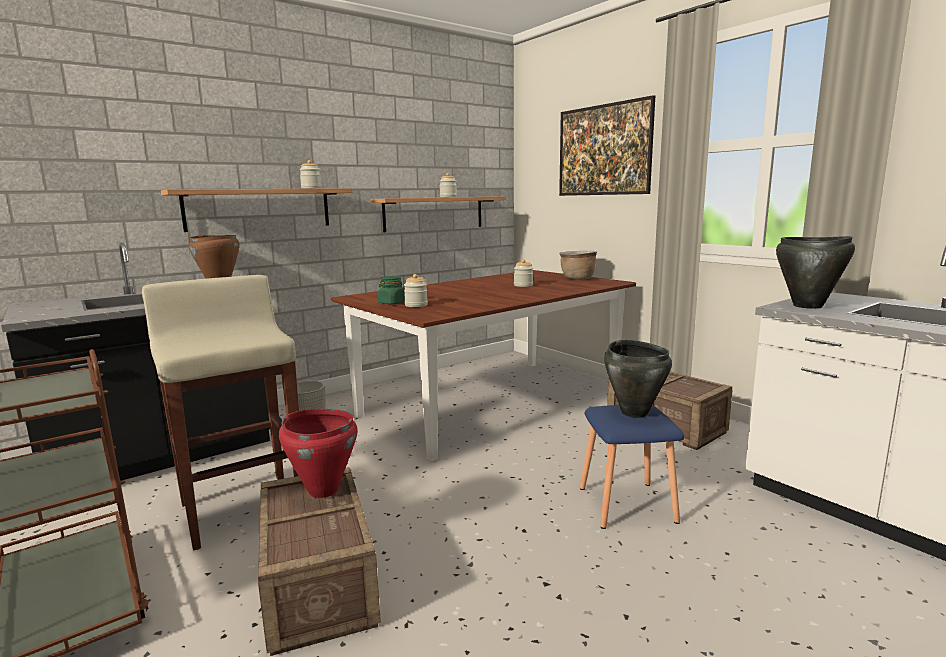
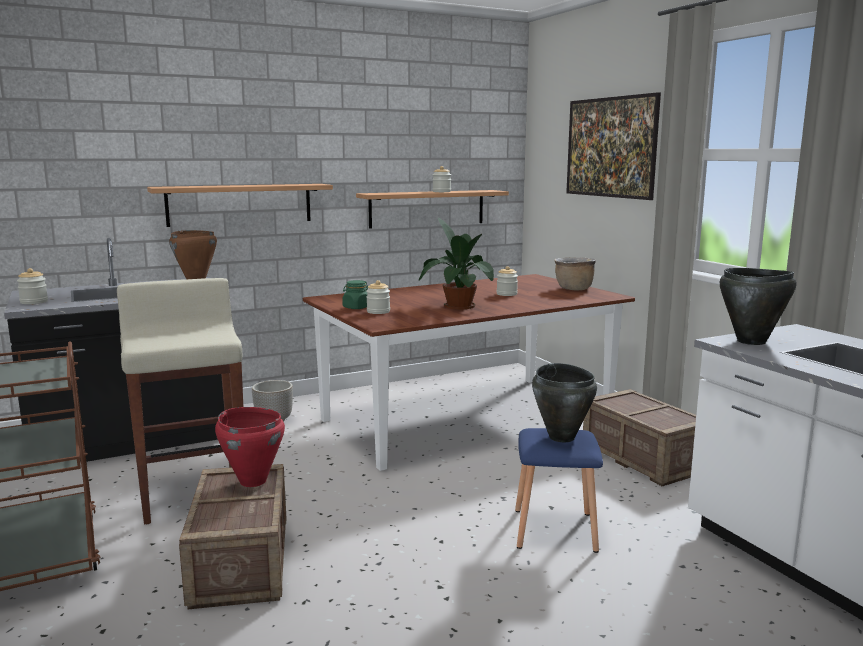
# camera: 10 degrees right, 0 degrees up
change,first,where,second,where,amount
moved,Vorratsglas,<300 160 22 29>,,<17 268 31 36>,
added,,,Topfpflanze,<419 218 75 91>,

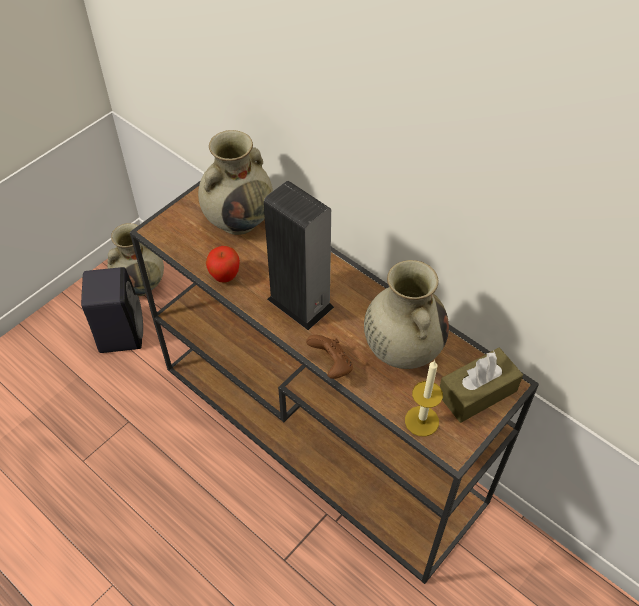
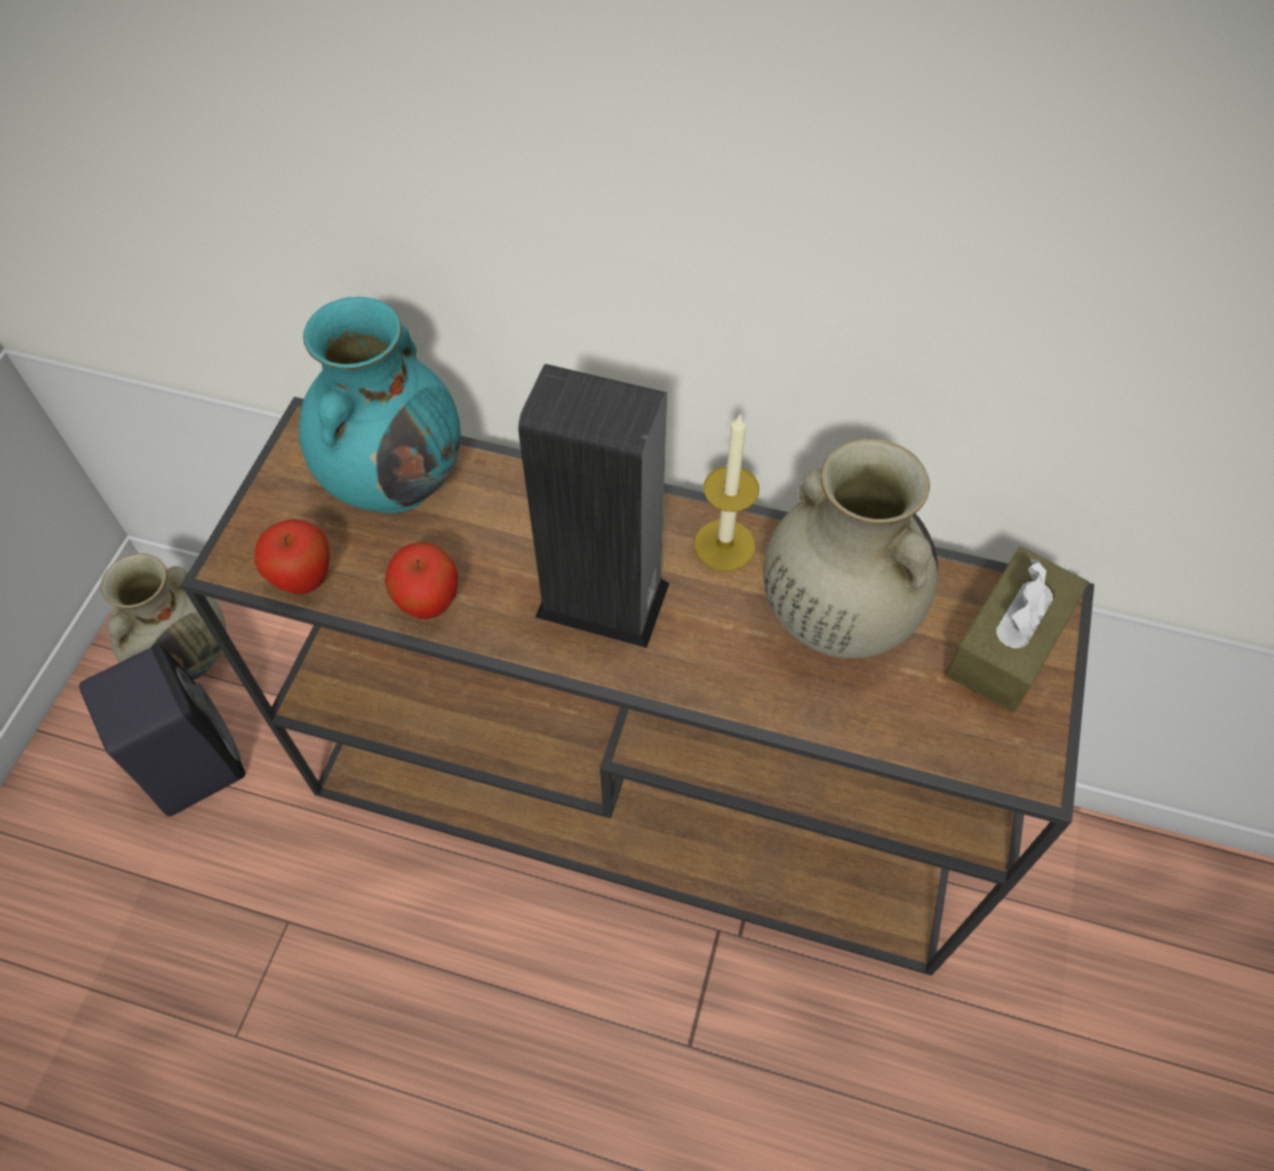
# camera: 25 degrees left, 5 degrees up
change,first,where,second,where,amount
recoloured,Vase (beige),<198 130 75 105>,Vase (türkis),<299 297 162 216>,
removed,Gamepad (braun),<306 335 47 44>,,,
moved,Kerze,<405 360 38 77>,,<694 413 65 158>,
added,,,Apfel,<254 519 76 75>,

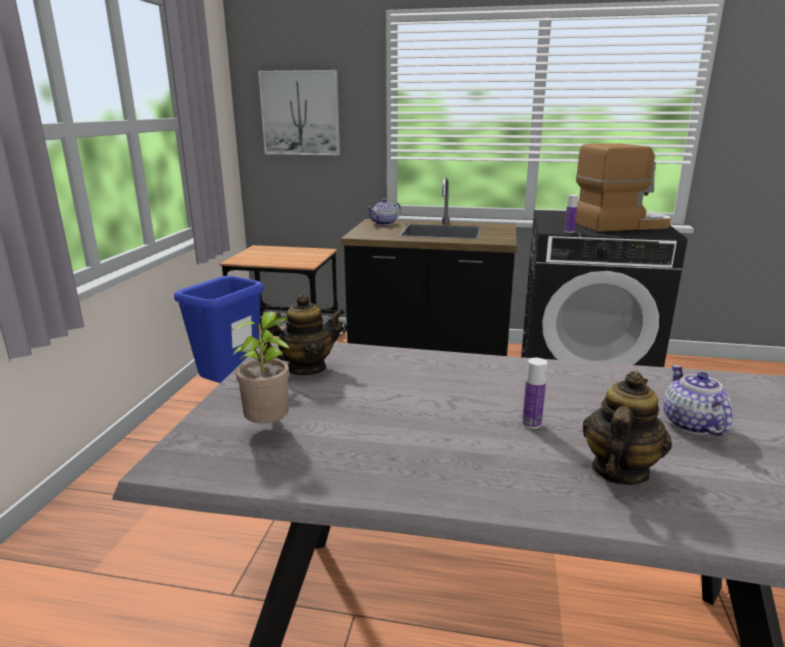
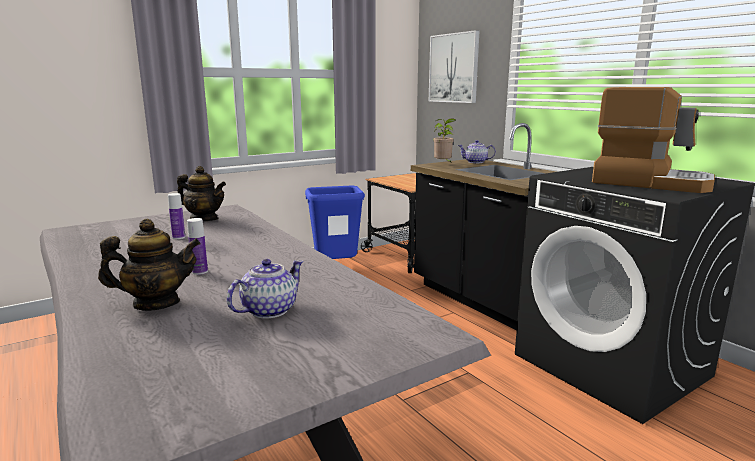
# camera: 45 degrees right, 5 degrees down
change,first,where,second,where,amount
moved,Flasche,<564 195 14 38>,,<168 193 17 46>,
moved,Topfpflanze,<232 311 58 112>,,<434 118 22 45>,

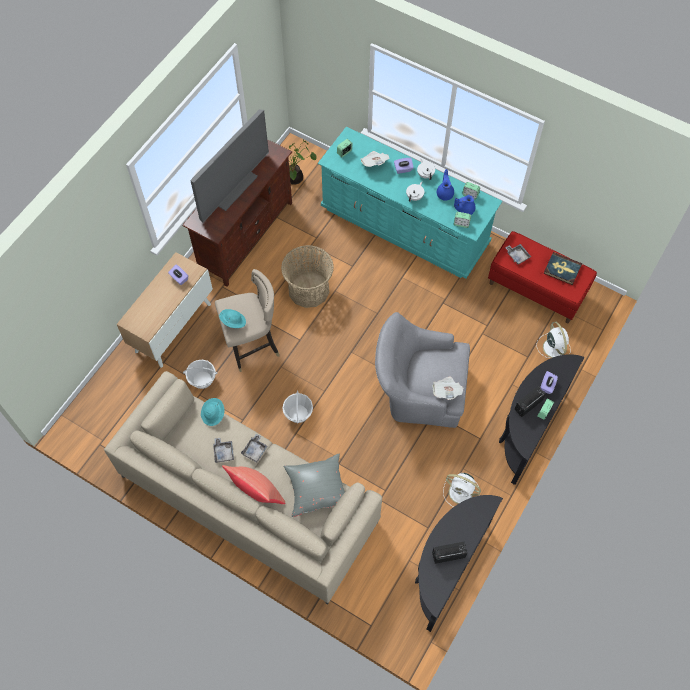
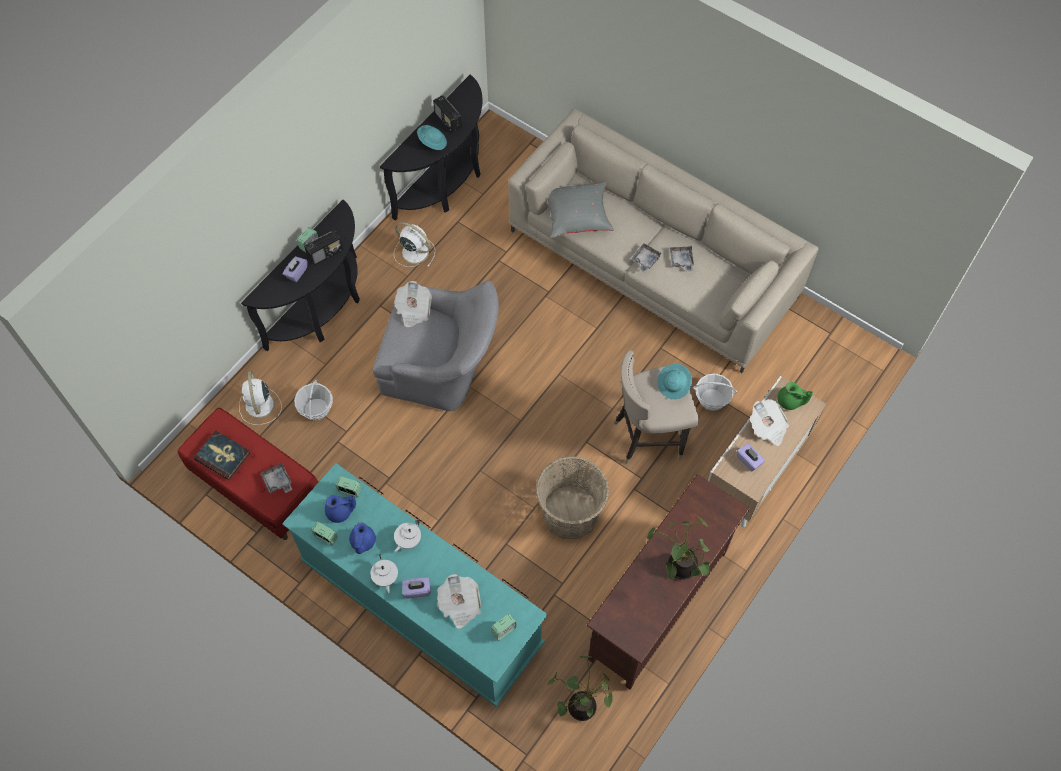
# camera: 175 degrees left, 0 degrees up
change,first,where,second,where,amount
replaced,Fernseher,<190 109 79 114>,Topfpflanze,<646 516 63 64>,
moved,Korb,<282 390 31 33>,,<294 380 39 40>,
moved,Hut (türkis),<201 398 23 28>,,<417 125 30 25>,
removed,Kissen (rot),<222 465 63 39>,,,
turned,Radio,<432 542 35 22>,,<433 95 29 38>,60 degrees clockwise
added,,,Teekanne (grün),<777 382 36 28>,
added,,,Zeitung,<750 399 39 47>,

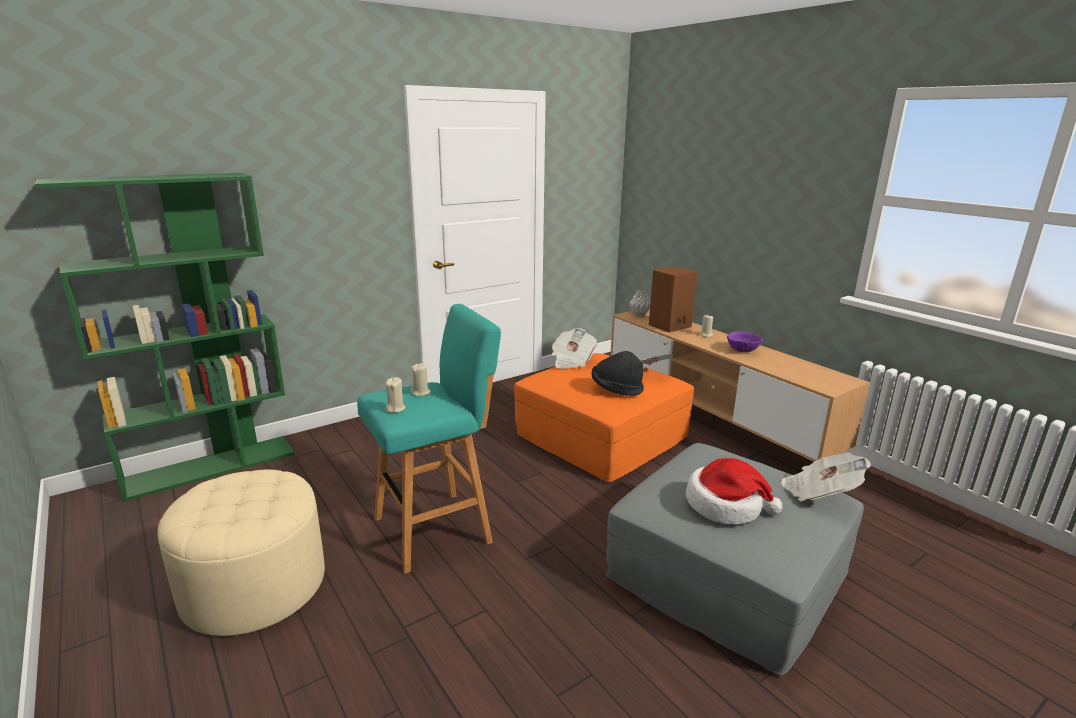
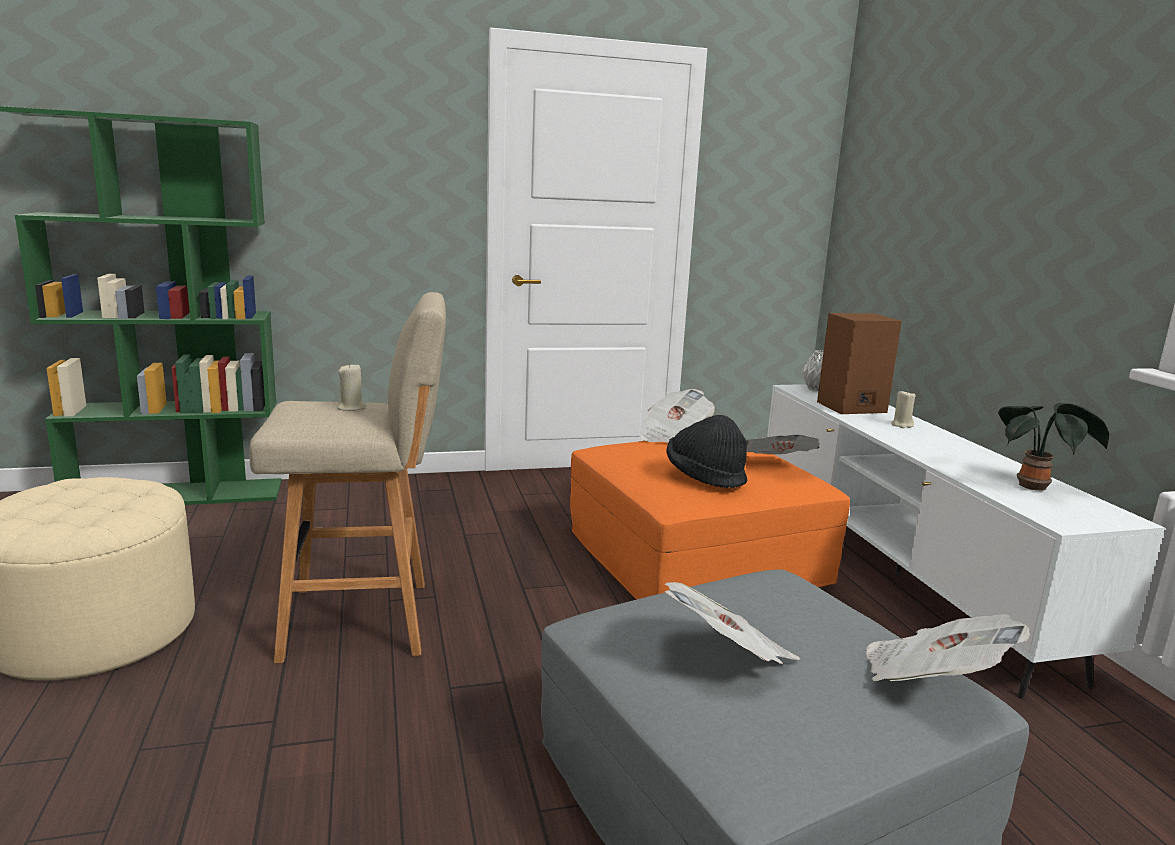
# camera: 20 degrees right, 5 degrees down
change,first,where,second,where,amount
recoloured,Hocker (türkis),<357 304 144 270>,Hocker (beige),<249 292 197 371>,
recoloured,Fernsehschrank (braun),<610 309 260 155>,Fernsehschrank (weiß),<767 384 398 315>,
removed,Schüssel (lila),<727 331 36 21>,,,
removed,Kerze (beige),<385 377 21 36>,,,
replaced,Hut,<686 458 96 66>,Zeitung,<665 582 135 82>,
added,,,Topfpflanze,<998 403 111 88>,

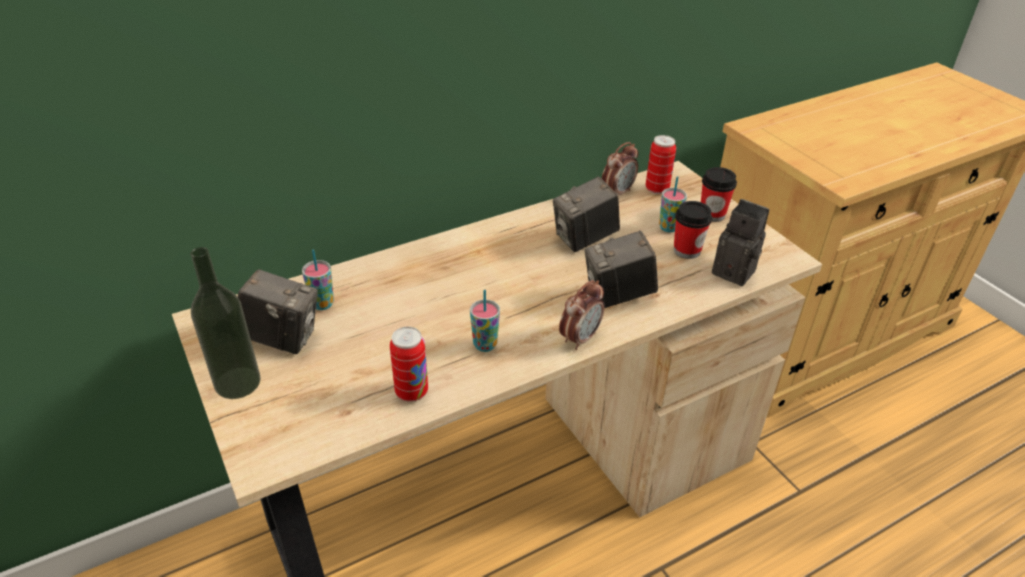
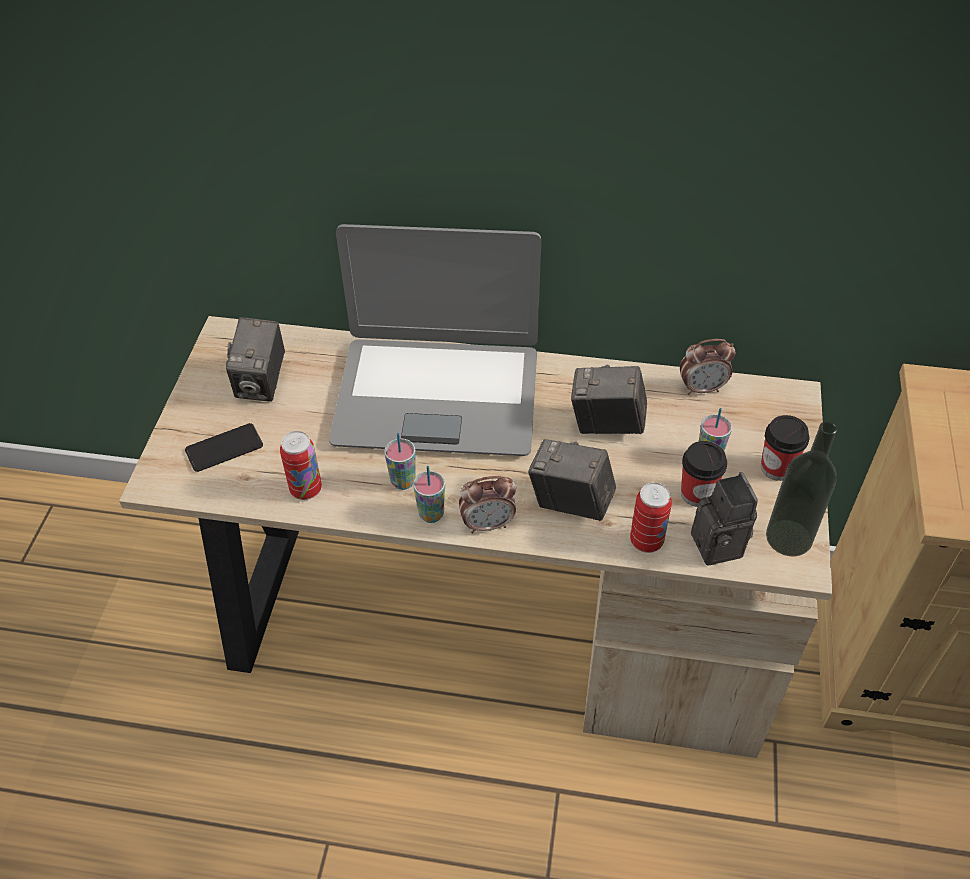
# camera: 40 degrees right, 10 degrees up
change,first,where,second,where,amount
moved,Dose,<646 135 30 59>,,<630 482 42 71>,
moved,Flasche,<190 247 71 152>,,<766 421 71 135>,
moved,Tasse,<302 249 32 61>,,<413 466 32 57>,
turned,Kamera,<238 269 80 85>,,<226 317 59 85>,45 degrees clockwise
added,,,Laptop,<329 224 212 232>,
added,,,Handy,<185 423 78 49>,

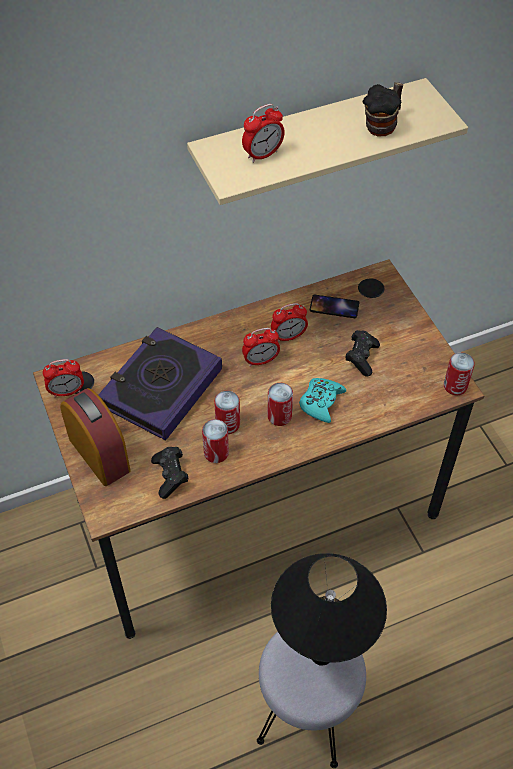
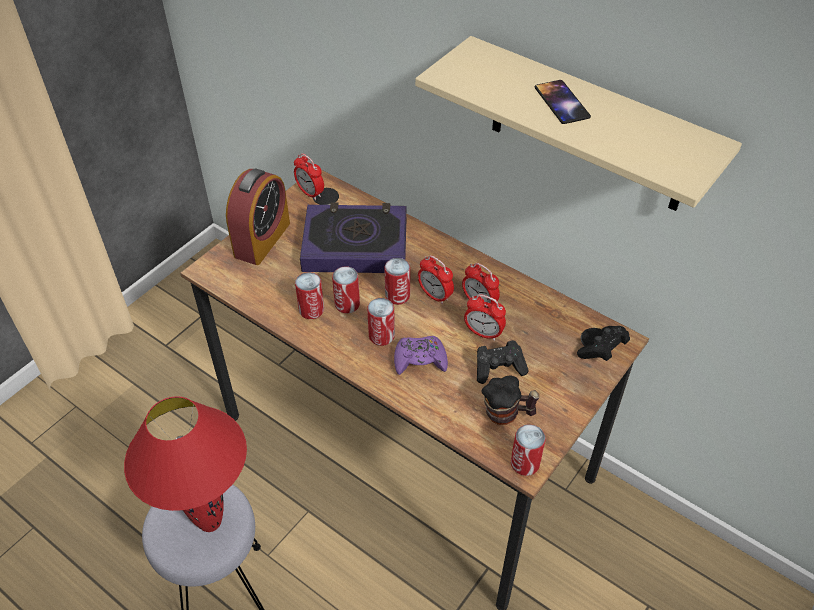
# camera: 60 degrees right, 5 degrees down
change,first,where,second,where,amount
moved,Henkelbecher,<363 82 40 54>,,<482 375 57 50>,
moved,Wecker,<242 104 43 59>,,<464 294 42 47>,
moved,Handy,<310 294 49 24>,,<535 80 56 44>,
recoloured,Gamepad (türkis),<299 378 47 45>,Gamepad (lila),<394 336 54 39>,
moved,Gamepad (schwarz),<151 447 38 52>,,<577 326 53 35>,
recoloured,Tischlampe (schwarz),<271 553 116 113>,Tischlampe (rot),<124 396 123 136>,
added,,,Dose,<384 258 26 47>,

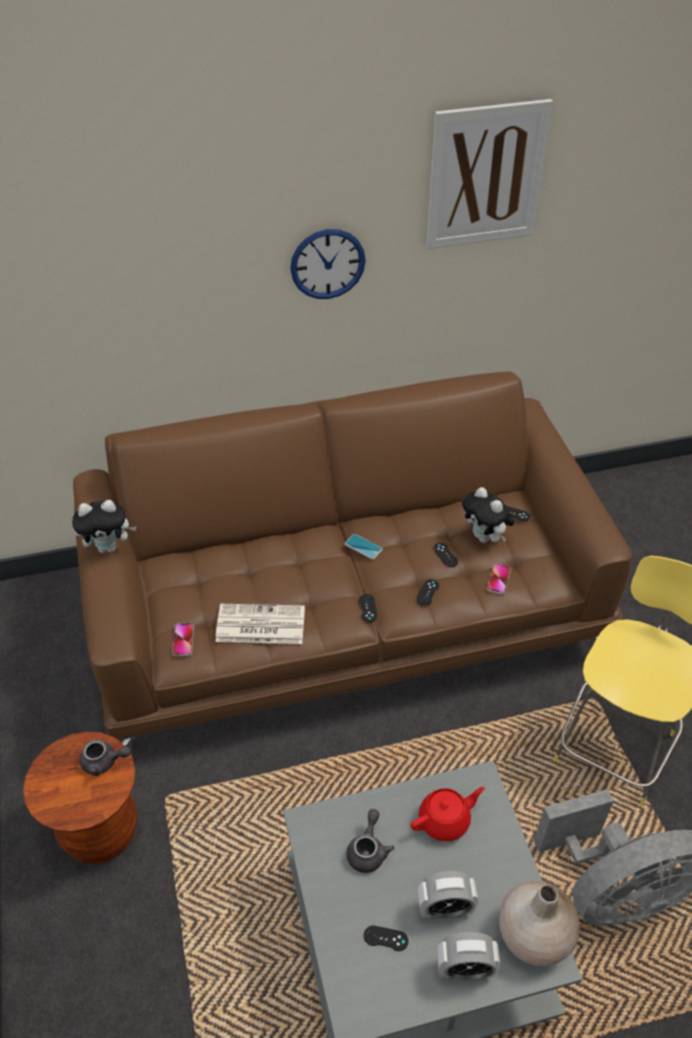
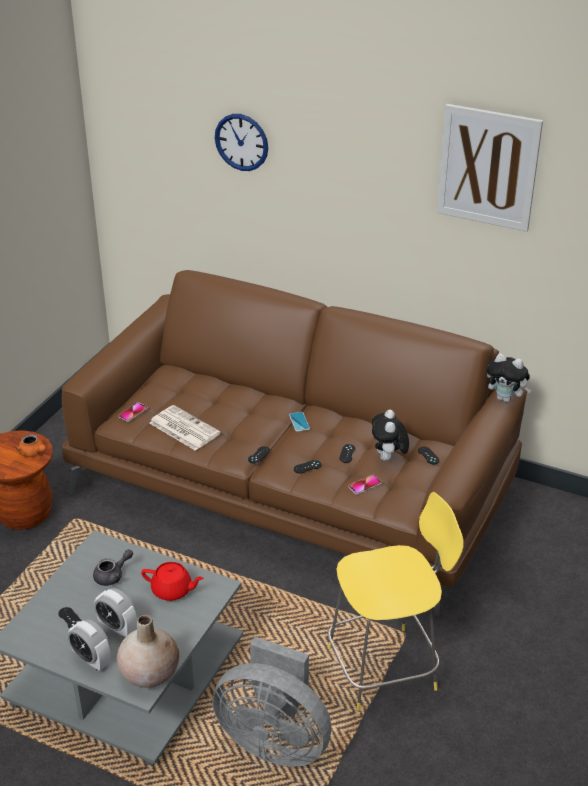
# camera: 40 degrees right, 10 degrees down
change,first,where,second,where,amount
moved,Wanduhr,<290 229 76 70>,,<215 114 53 57>,
moved,Plüschtier,<72 500 65 53>,,<486 353 45 49>,
recoloured,Teekanne (grau),<80 740 51 36>,Teekanne (orange),<16 434 30 23>,

